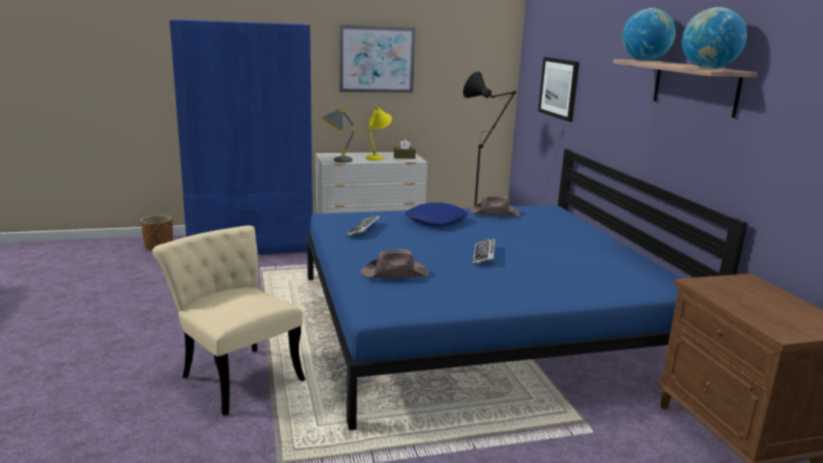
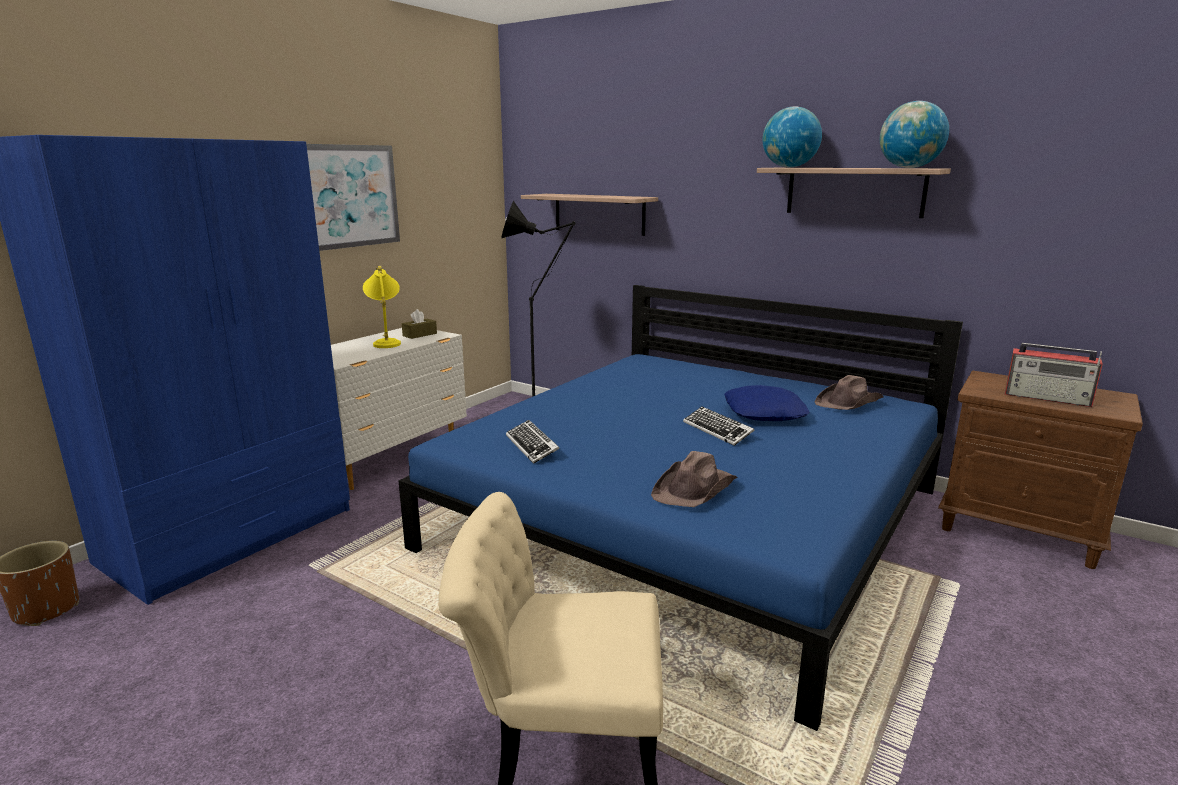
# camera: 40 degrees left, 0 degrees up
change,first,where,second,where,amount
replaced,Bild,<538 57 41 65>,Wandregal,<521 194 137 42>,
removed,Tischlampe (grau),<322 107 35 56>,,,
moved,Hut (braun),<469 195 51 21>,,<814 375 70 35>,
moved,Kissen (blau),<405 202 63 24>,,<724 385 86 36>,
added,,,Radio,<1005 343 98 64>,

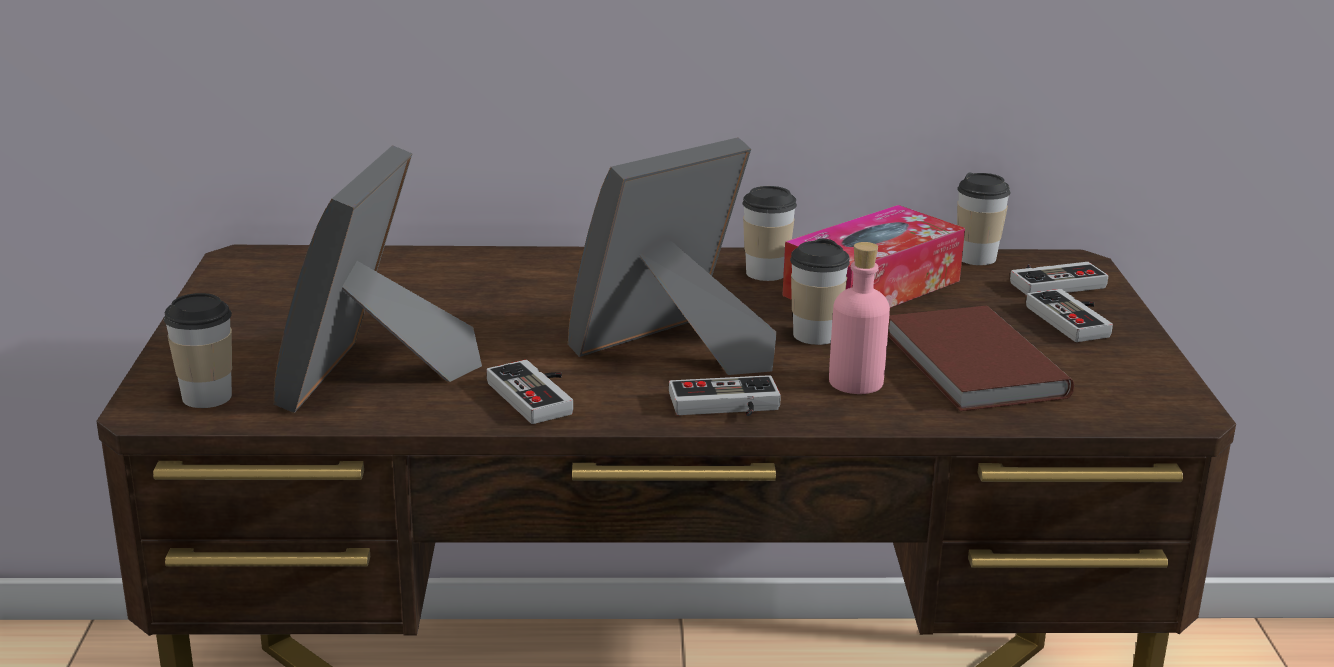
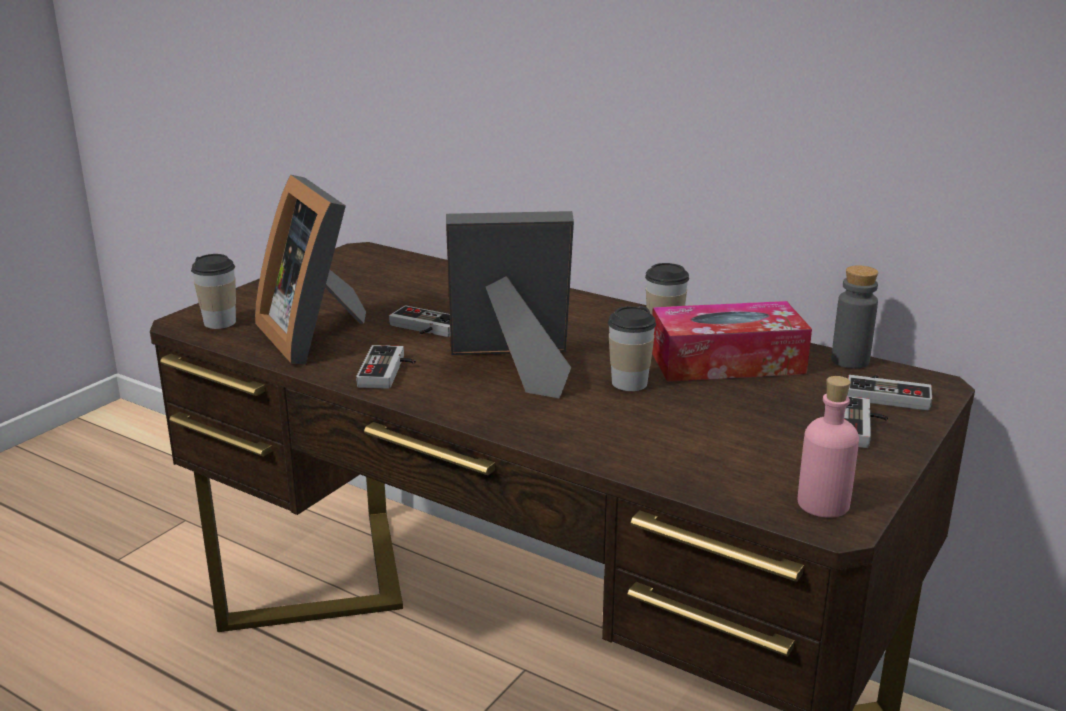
# camera: 35 degrees right, 0 degrees up
change,first,where,second,where,amount
turned,Bilderrahmen,<274 145 208 268>,,<255 175 111 190>,75 degrees counterclockwise
replaced,Tasse,<957 173 54 92>,Flasche (grau),<831 265 47 104>,
moved,Flasche (rosa),<829 242 61 152>,,<798 376 61 142>,
removed,Buch (braun),<888 306 186 105>,,,
moved,Gamepad,<669 375 112 41>,,<389 306 62 31>,

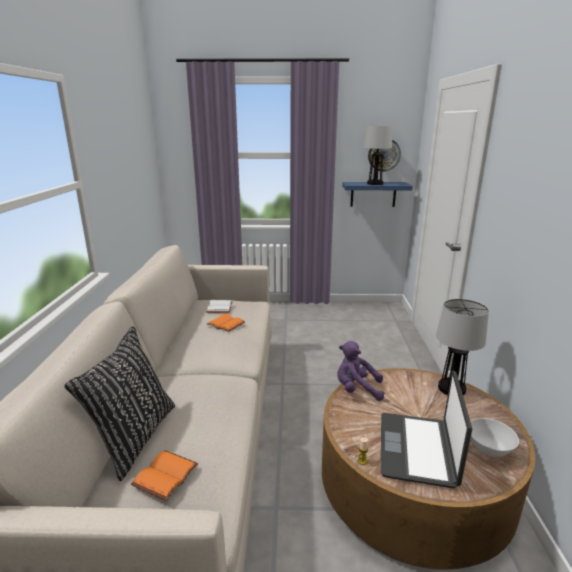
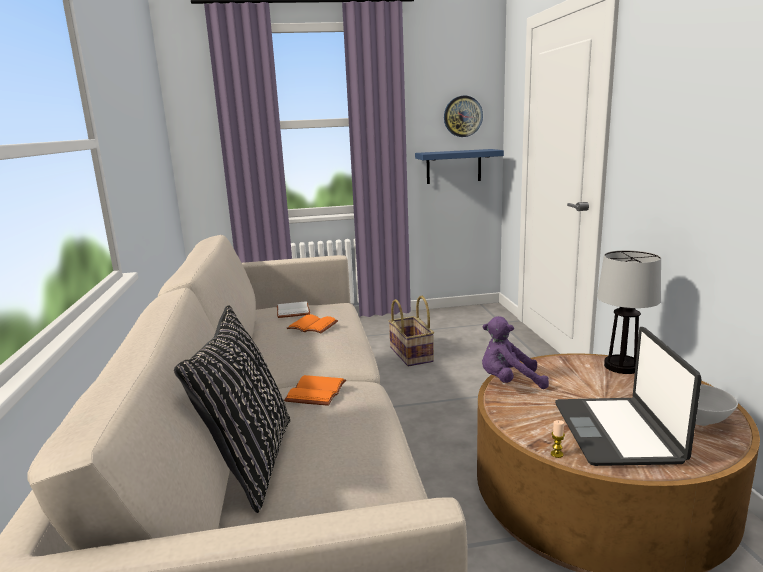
# camera: 10 degrees left, 5 degrees down
change,first,where,second,where,amount
removed,Tischlampe,<364 125 28 60>,,,
moved,Buch (orange),<131 450 67 51>,,<284 375 62 31>,
added,,,Korb,<388 296 46 70>,

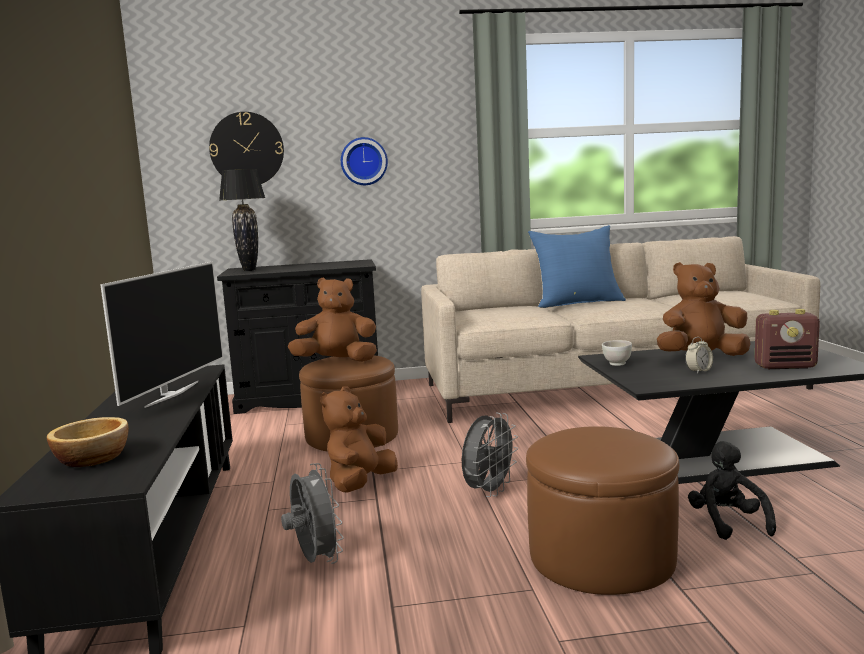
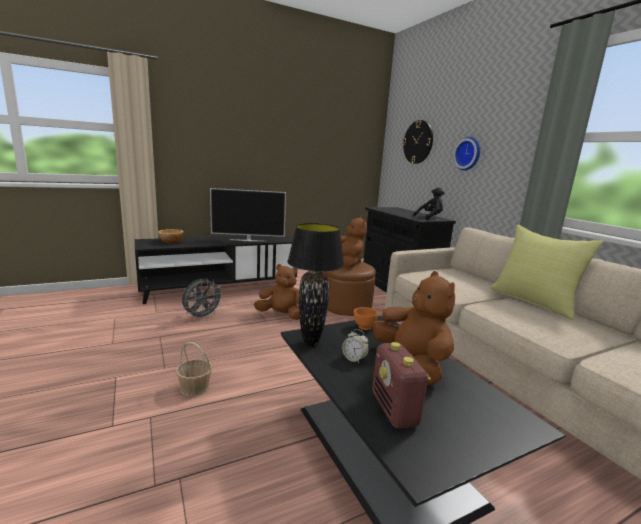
# camera: 70 degrees right, 5 degrees up
change,first,where,second,where,amount
moved,Tischlampe (schwarz),<219 169 46 102>,,<287 223 57 124>,
recoloured,Kissen (blau),<528 225 98 83>,Kissen (gelb),<490 225 114 95>,
recoloured,Schüssel (weiß),<602 340 30 26>,Schüssel (orange),<354 307 24 23>,
removed,Ventilator (grau),<462 412 56 85>,,,
replaced,Polsterhocker (braun),<526 426 153 169>,Korb,<176 342 37 55>,
moved,Plüschtier (schwarz),<688 441 88 99>,,<413 188 32 32>,

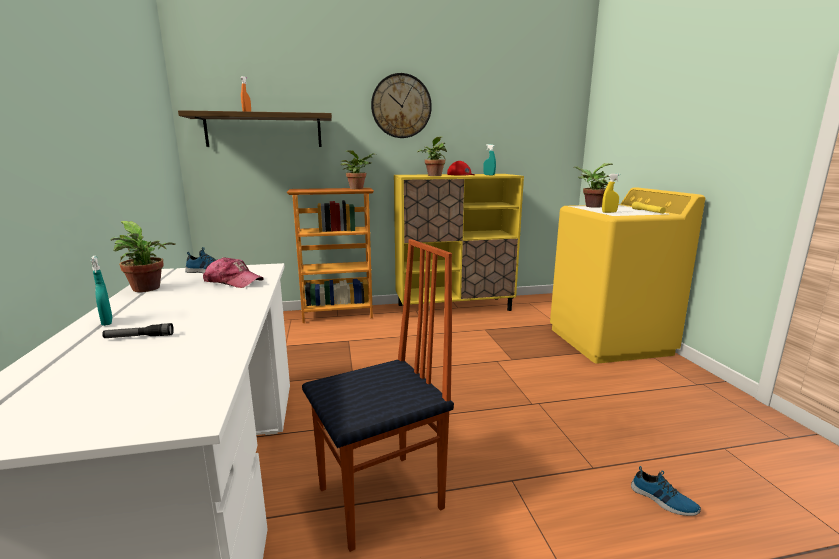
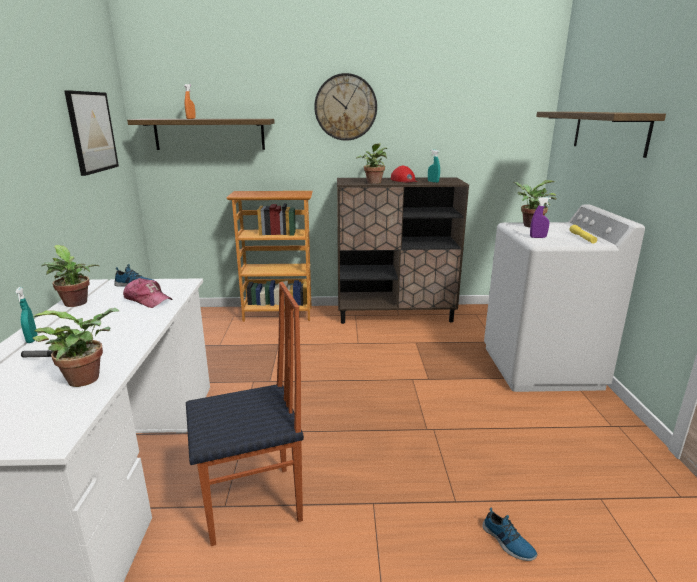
# camera: 10 degrees right, 5 degrees up
change,first,where,second,where,amount
moved,Topfpflanze,<341 150 35 39>,,<32 308 87 79>,
recoloured,Schrank (gelb),<394 174 130 137>,Schrank (braun),<337 177 132 147>,
recoloured,Sprühflasche (gelb),<602 174 18 39>,Sprühflasche (lila),<530 197 21 41>,
recoloured,Waschmaschine (gelb),<550 188 155 176>,Waschmaschine (weiß),<484 204 161 188>,
added,,,Bild,<64 90 55 86>,
added,,,Wandregal,<536 112 130 46>,

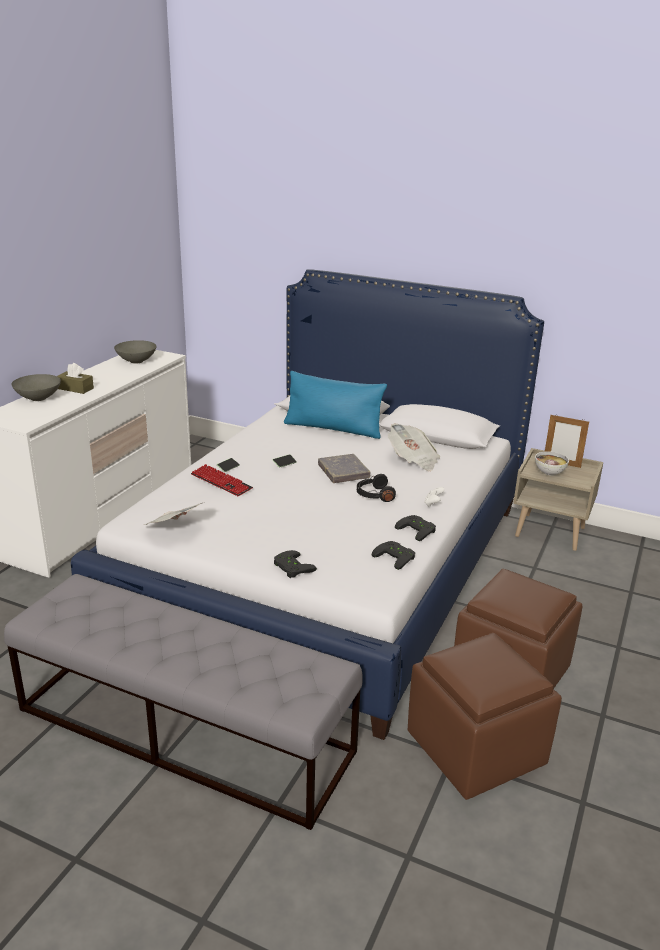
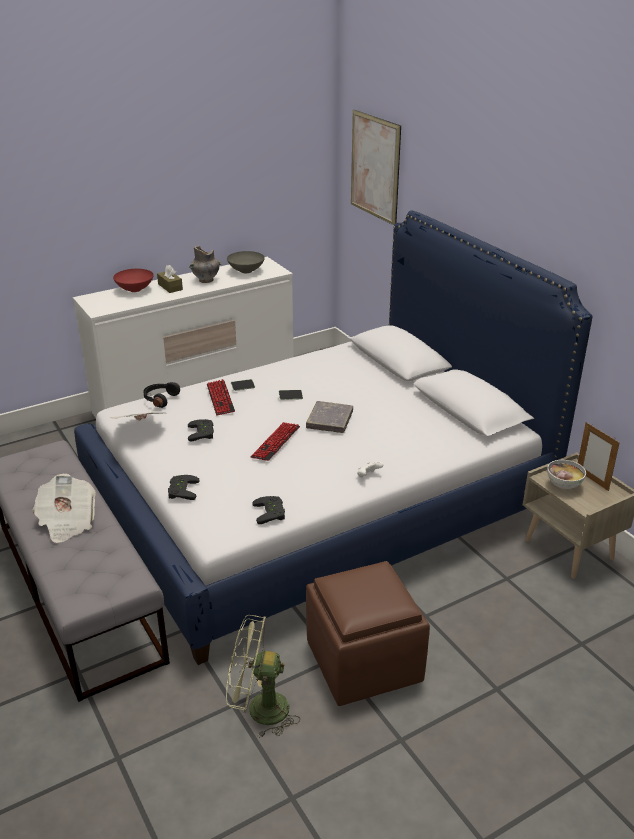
# camera: 35 degrees right, 5 degrees up
change,first,where,second,where,amount
removed,Kissen (blau),<284 371 103 68>,,,
recoloured,Schüssel (grau),<11 374 50 27>,Schüssel (rot),<113 269 40 23>,
moved,Zeitung,<388 423 53 48>,,<33 474 63 69>,
moved,Kopfhörer (schwarz),<357 474 39 28>,,<143 382 37 26>,
moved,Gamepad (schwarz),<395 515 41 26>,,<188 419 26 22>,
replaced,Polsterhocker (braun),<408 633 154 167>,Ventilator (grün),<226 615 74 123>,
added,,,Bild,<351 110 50 115>,
added,,,Vase (grau),<189 246 33 37>,
added,,,Tastatur,<251 422 49 39>,

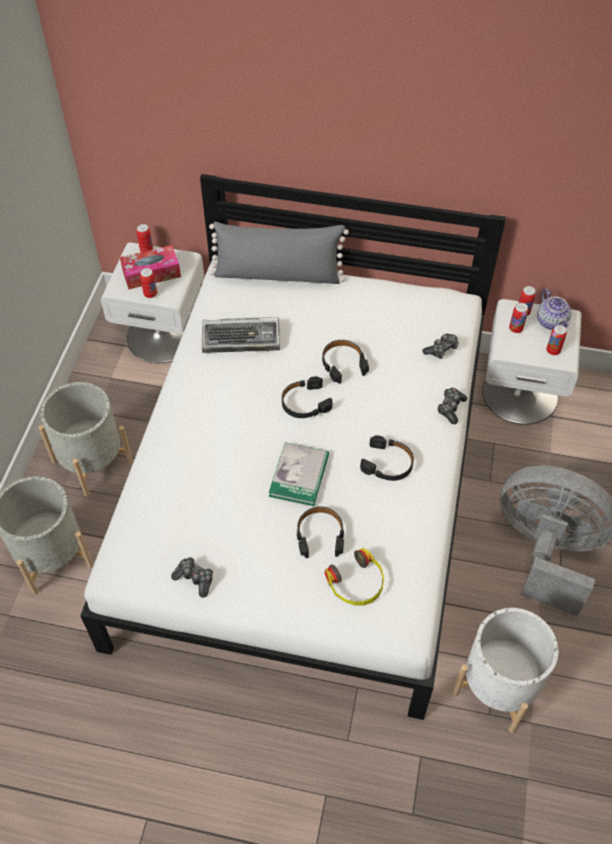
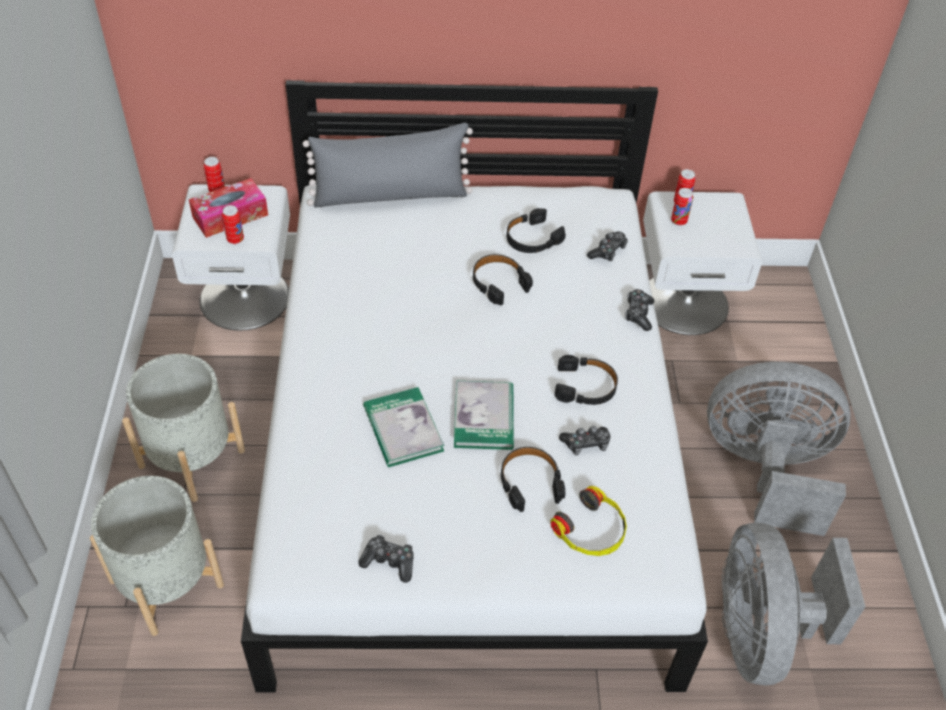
# camera: 15 degrees left, 5 degrees down
change,first,where,second,where,amount
removed,Teekanne,<537 289 34 41>,,,
removed,Tastatur,<202 317 78 36>,,,
removed,Dose,<546 325 21 30>,,,
moved,Kopfhörer (schwarz),<282 376 51 42>,,<507 208 59 45>,
replaced,Pflanzkübel (weiß),<452 608 107 125>,Ventilator (grau),<722 522 143 164>,
added,,,Buch,<363 387 81 80>,
added,,,Gamepad,<559 426 52 29>,

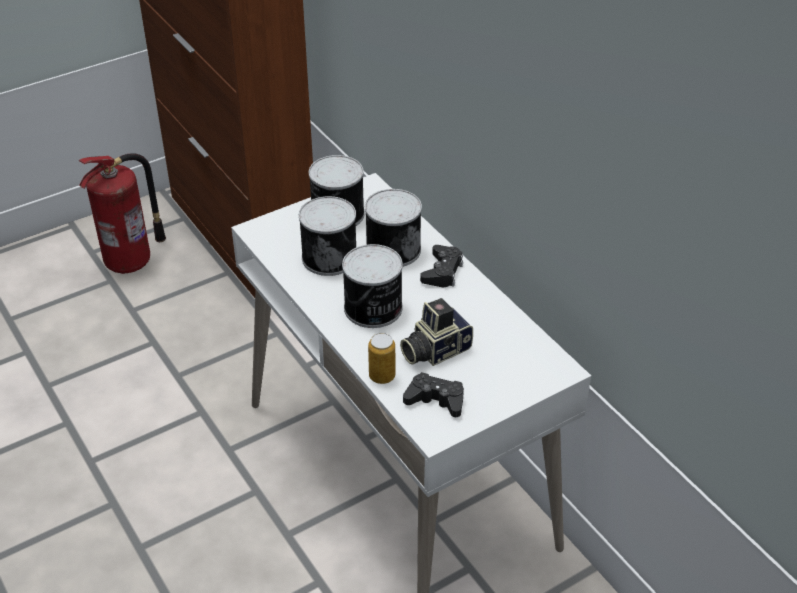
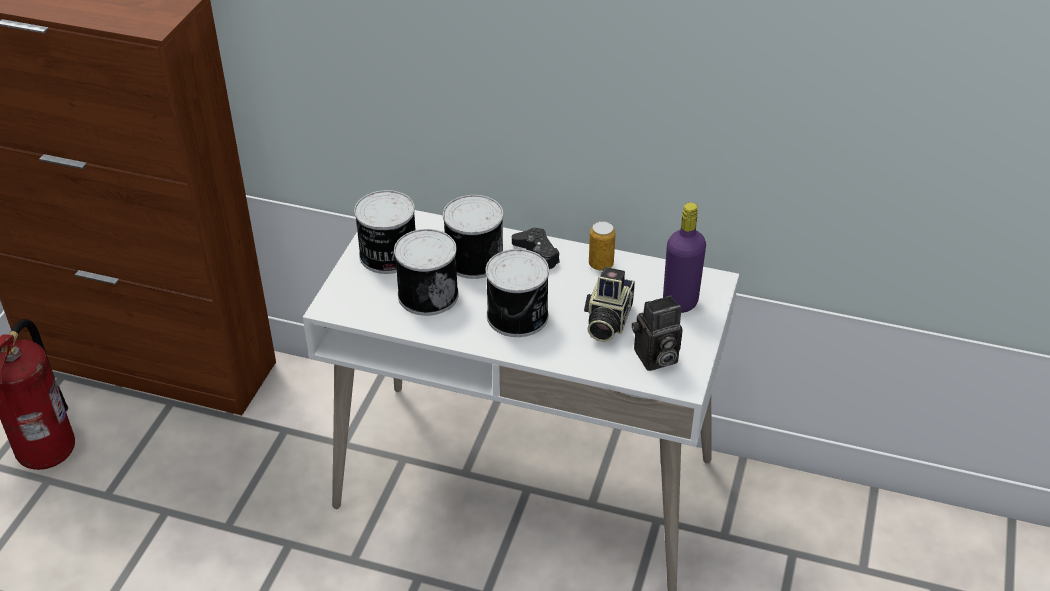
# camera: 40 degrees left, 0 degrees up
change,first,where,second,where,amount
moved,Dose,<368 333 27 51>,,<589 221 27 50>,
replaced,Gamepad (schwarz),<403 372 61 45>,Kamera,<632 295 51 76>,
added,,,Flasche (lila),<663 203 43 110>,

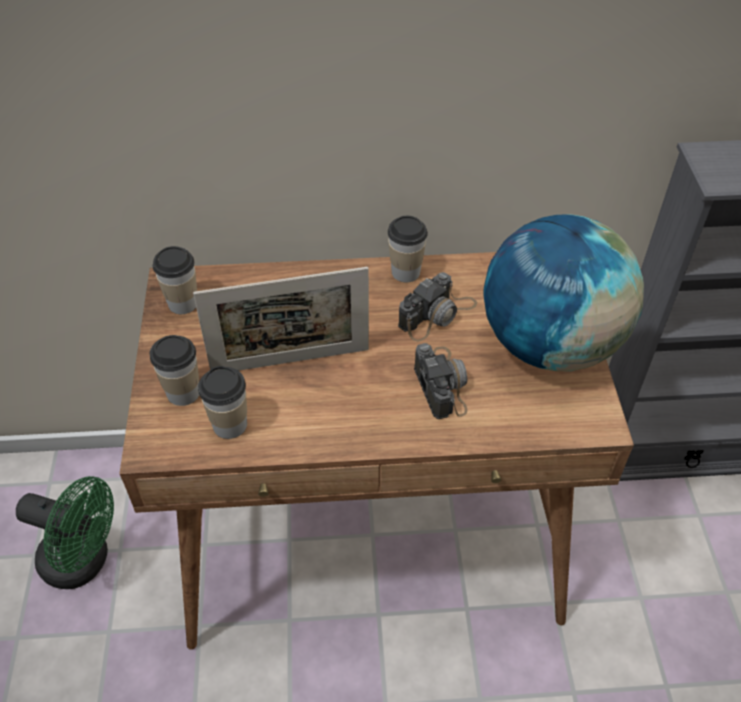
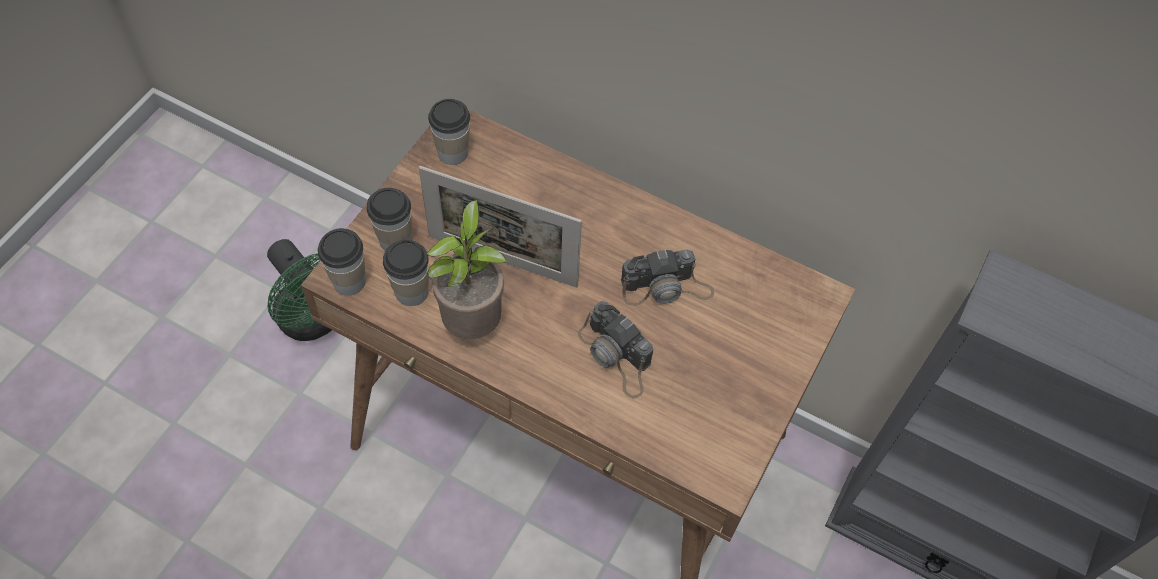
# camera: 30 degrees right, 10 degrees up
change,first,where,second,where,amount
removed,Globus,<483 215 161 156>,,,
moved,Tasse,<388 216 40 67>,,<318 228 48 68>,
turned,Kamera,<414 343 53 76>,,<578 301 75 97>,120 degrees clockwise
added,,,Topfpflanze,<426 200 81 139>,

